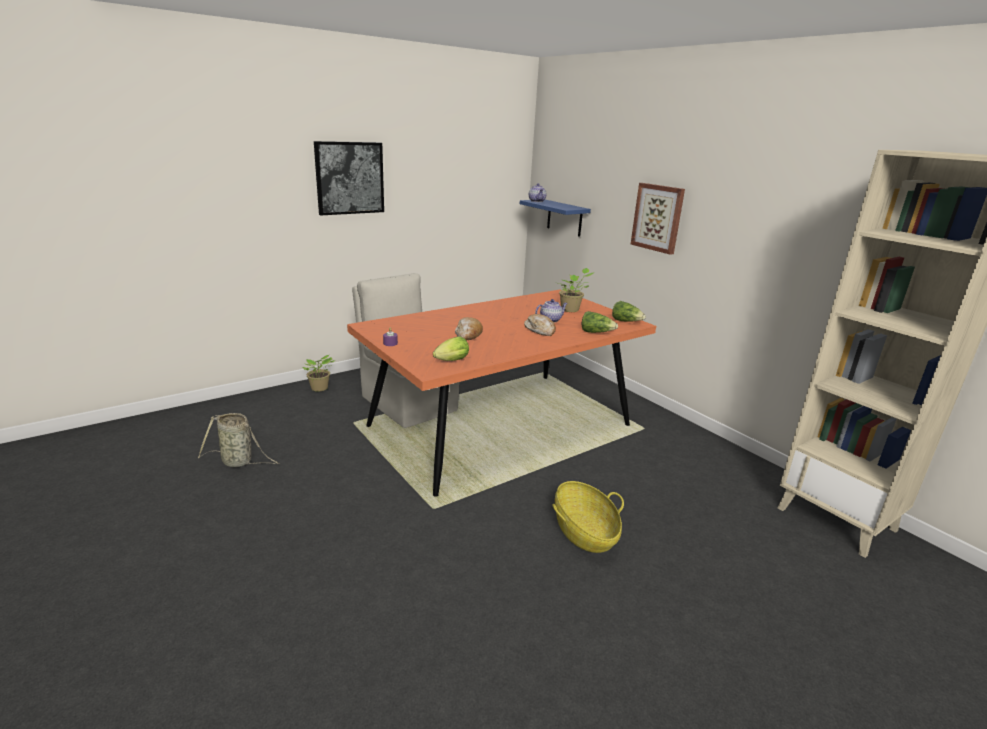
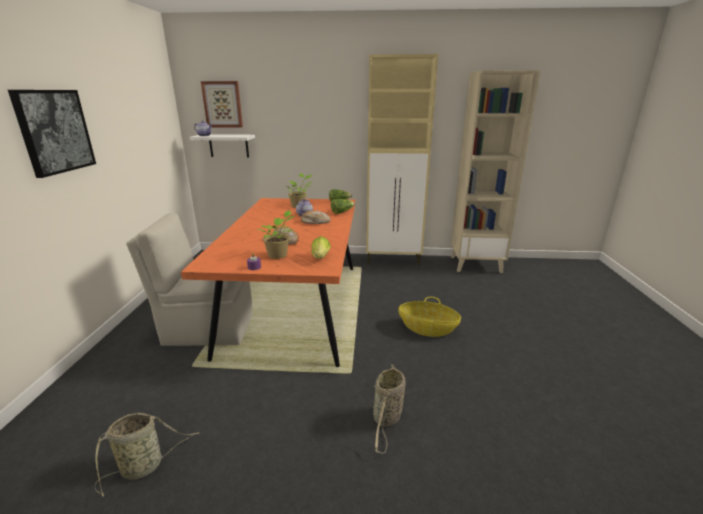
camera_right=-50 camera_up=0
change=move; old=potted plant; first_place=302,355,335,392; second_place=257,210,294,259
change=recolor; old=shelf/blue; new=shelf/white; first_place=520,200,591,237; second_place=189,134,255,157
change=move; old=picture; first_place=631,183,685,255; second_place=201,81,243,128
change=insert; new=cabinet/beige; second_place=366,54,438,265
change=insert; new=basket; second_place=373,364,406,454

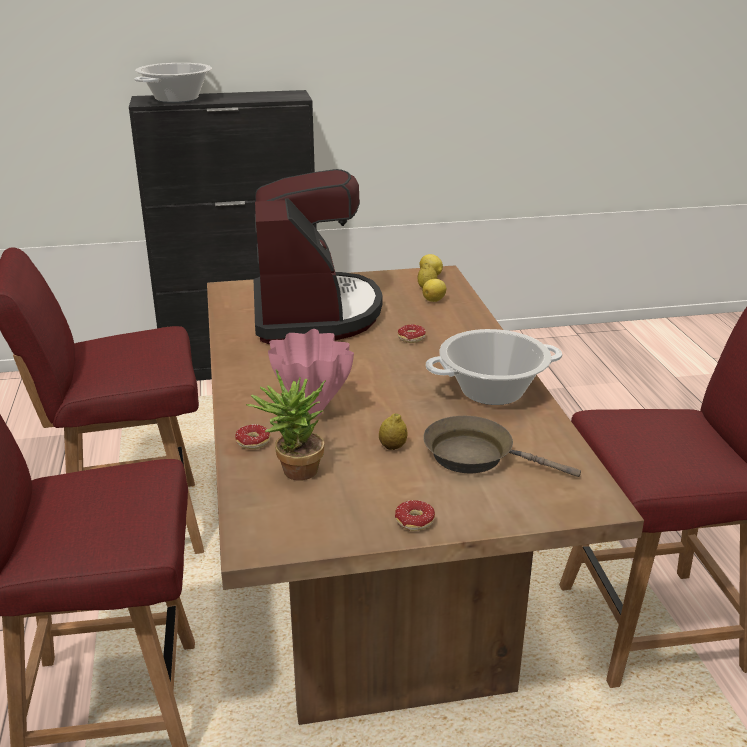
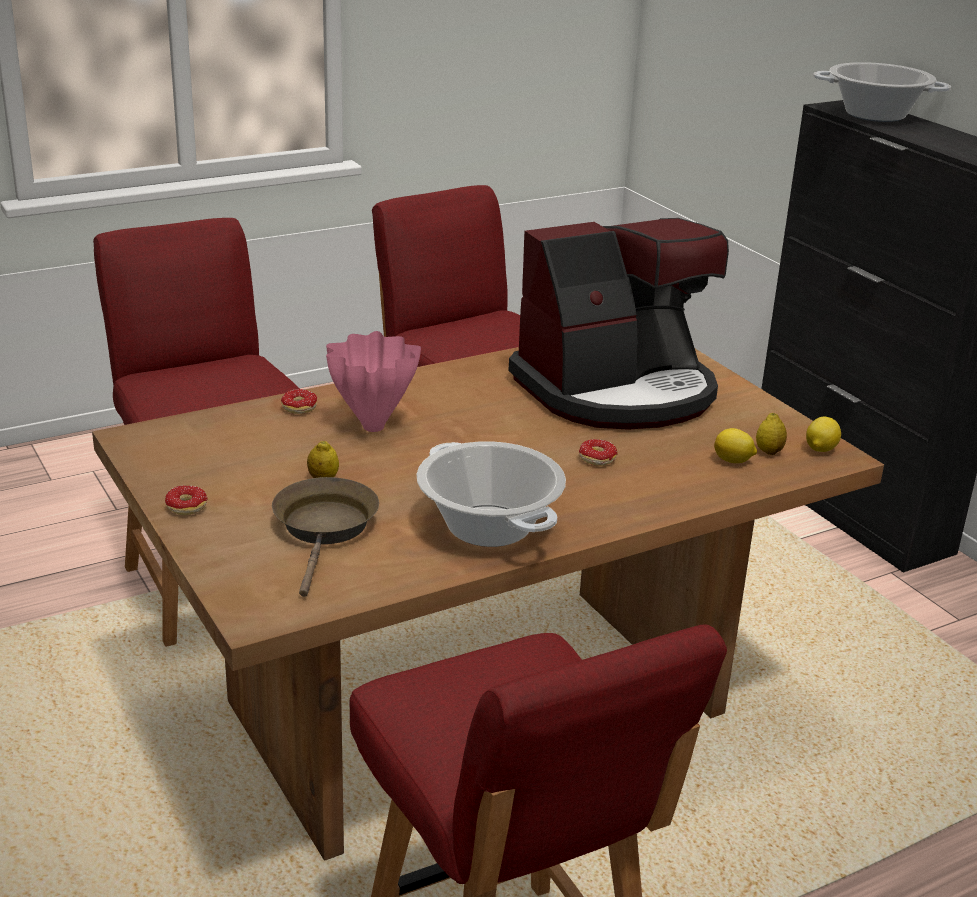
camera_right=70 camera_up=0
change=delete; old=potted plant; first_place=246,369,326,481

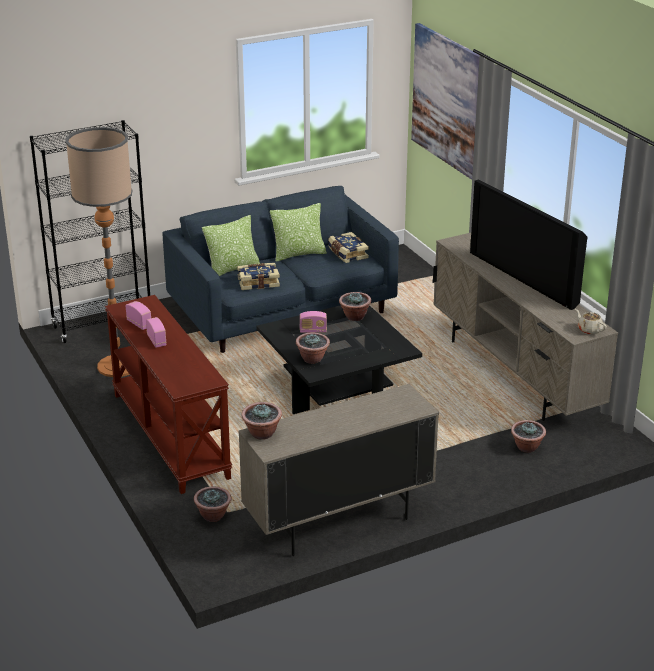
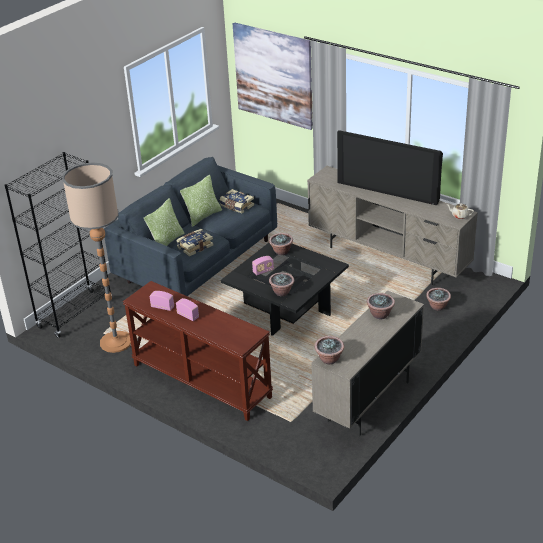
camera_right=-25 camera_up=5
change=move; old=potted plant; first_place=194,486,232,522; second_place=367,293,395,319

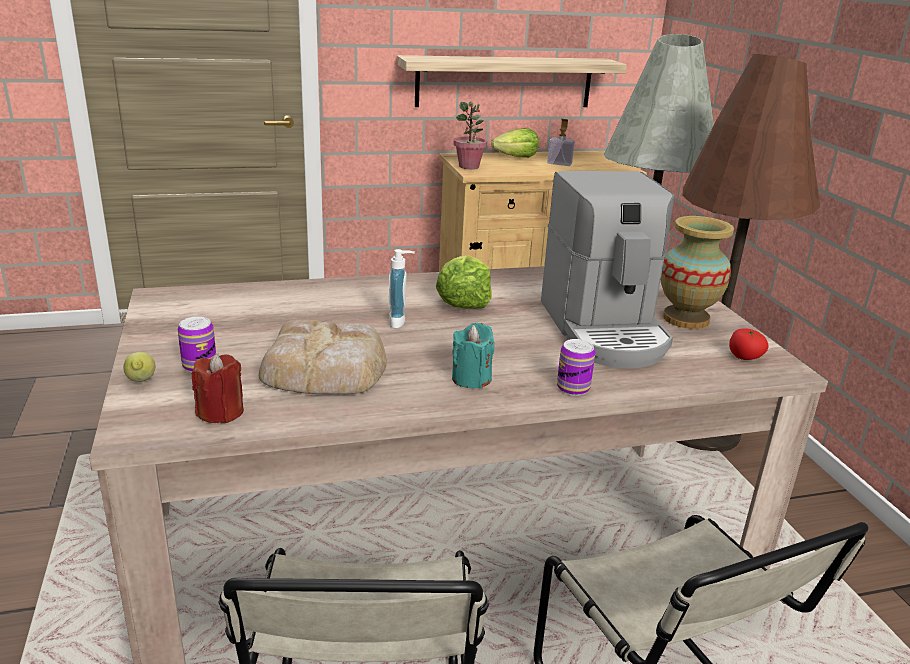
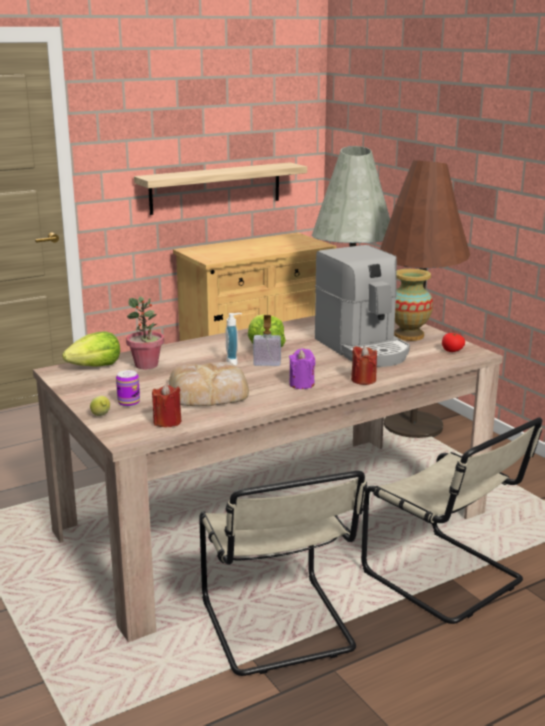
camera_right=-15 camera_up=-5
change=recolor; old=candle/turquoise; new=candle/purple; first_place=452,323,495,388; second_place=289,348,315,389
change=move; old=potted plant; first_place=454,101,487,169; second_place=126,296,164,369
change=move; old=lettuce; first_place=491,128,539,158; second_place=62,332,120,367
change=move; old=soap dispenser; first_place=547,119,575,166; second_place=253,315,281,366
change=replace; old=can; new=candle/red; first_place=557,339,595,396; second_place=351,346,377,385

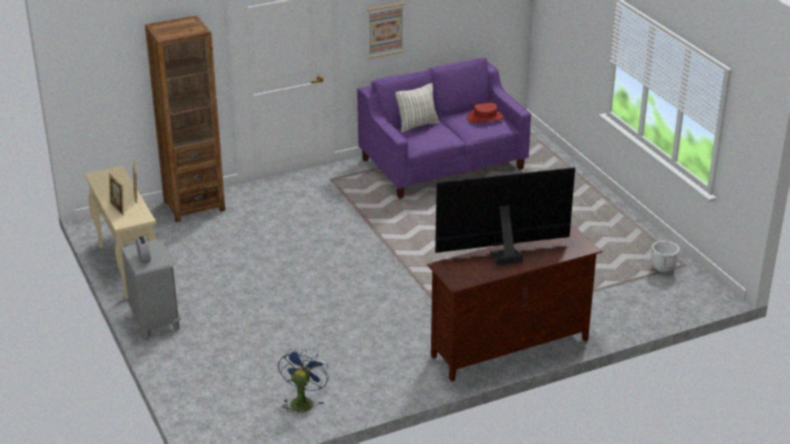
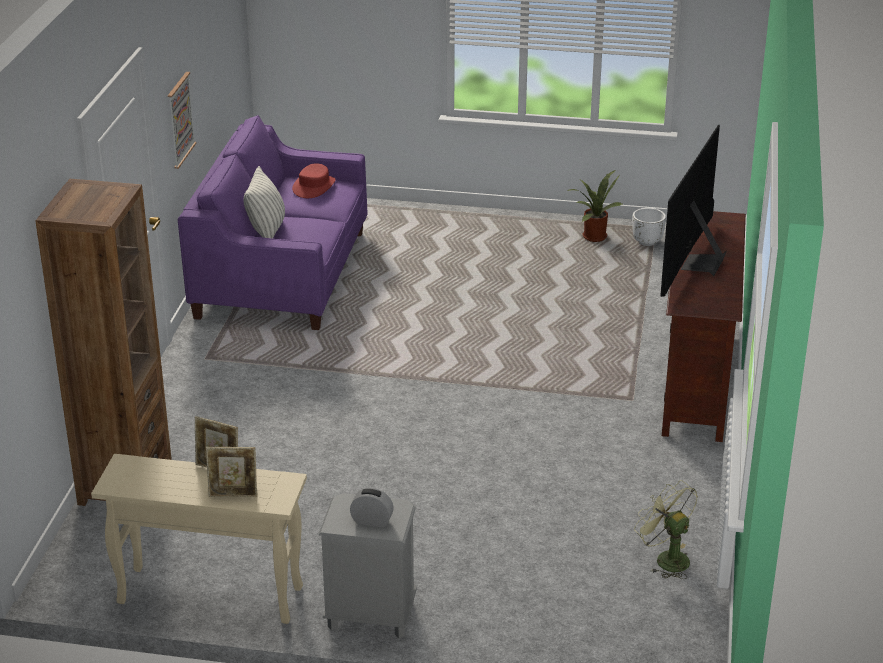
camera_right=-55 camera_up=0
change=recolor; old=fan/blue; new=fan/green; first_place=278,348,330,416; second_place=634,480,698,579
change=insert; new=potted plant; second_place=567,170,623,242

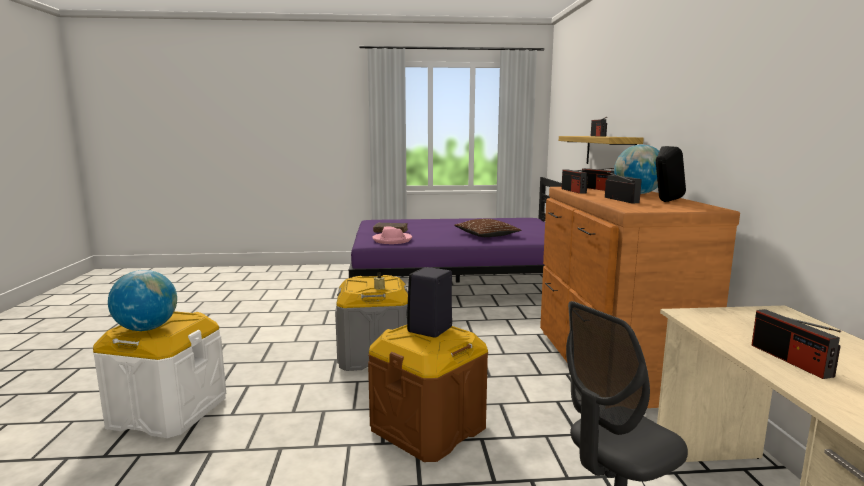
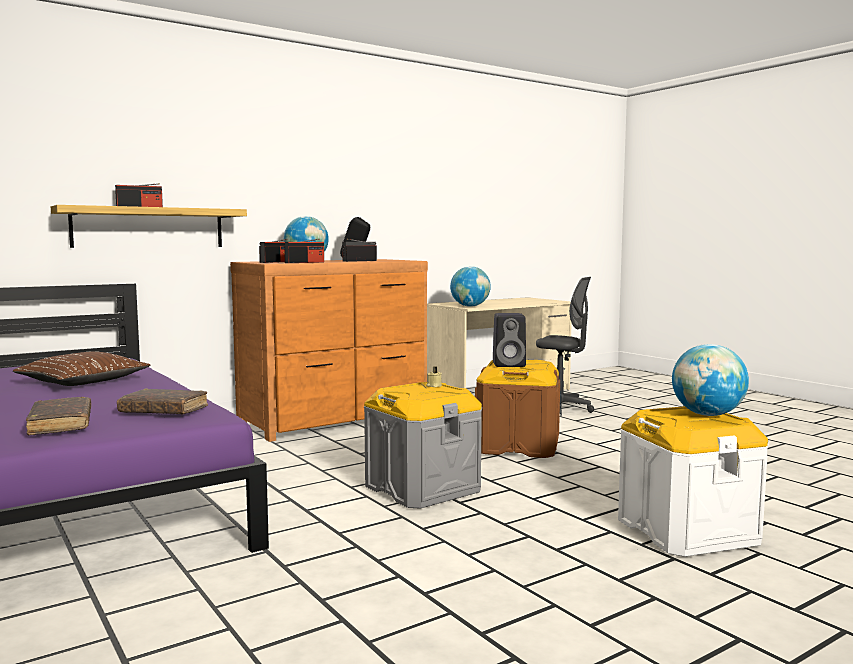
camera_right=-120 camera_up=-5
change=replace; old=hat/pink; new=book/brown; first_place=372,226,412,244; second_place=117,388,208,414
change=delete; old=radio; first_place=751,309,841,379
change=insert; new=globe; second_place=450,266,491,307

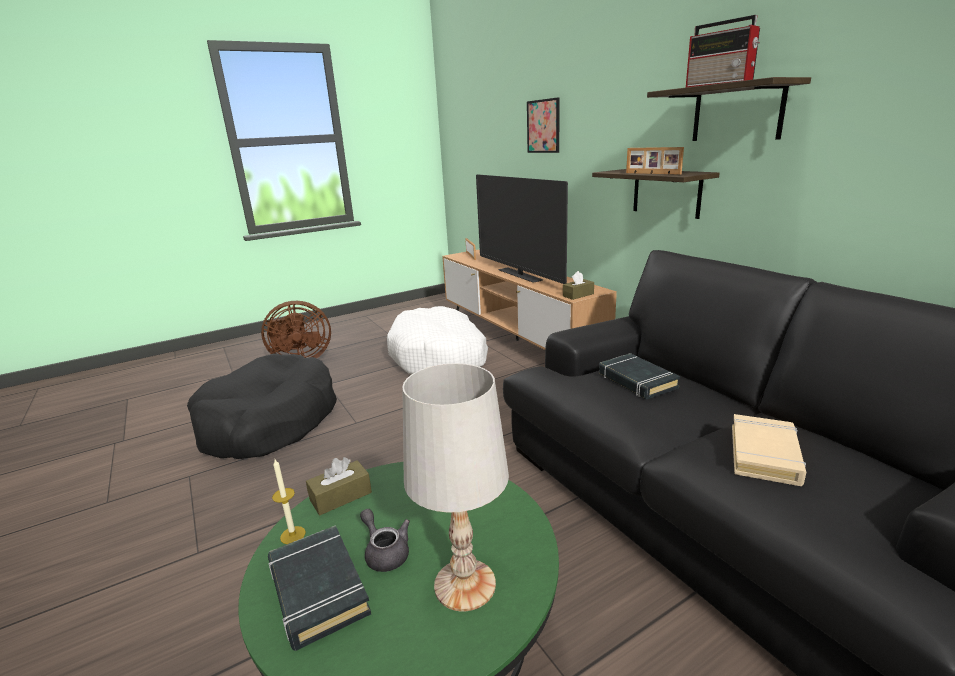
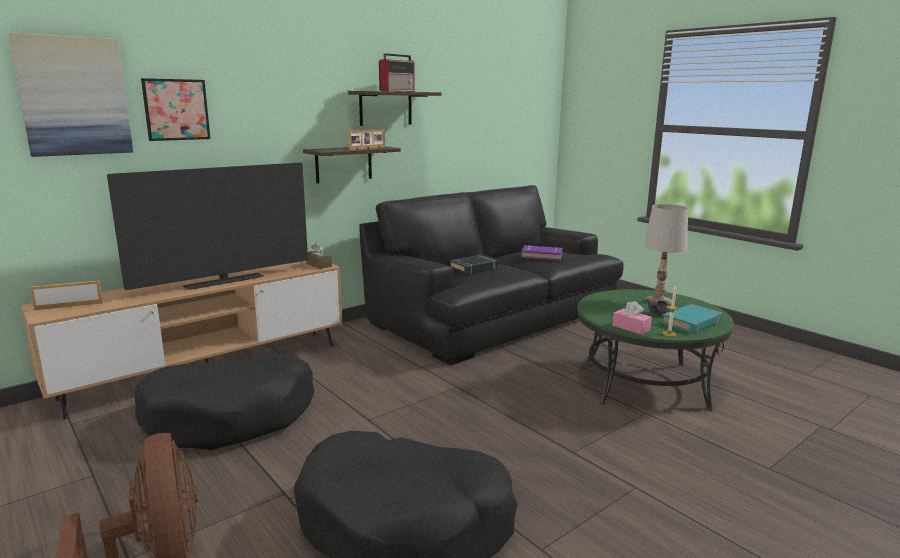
camera_right=-100 camera_up=-5
change=recolor; old=book/black; new=book/turquoise; first_place=268,525,371,651; second_place=662,304,722,333
change=recolor; old=tissue box/brown; new=tissue box/pink; first_place=306,457,372,515; second_place=612,301,652,335
change=recolor; old=dog bed/white; new=dog bed/black; first_place=387,306,488,374; second_place=135,353,314,450
change=recolor; old=book/beige; new=book/purple; first_place=732,414,806,486; second_place=521,245,563,261
change=insert; new=picture; second_place=8,32,133,157

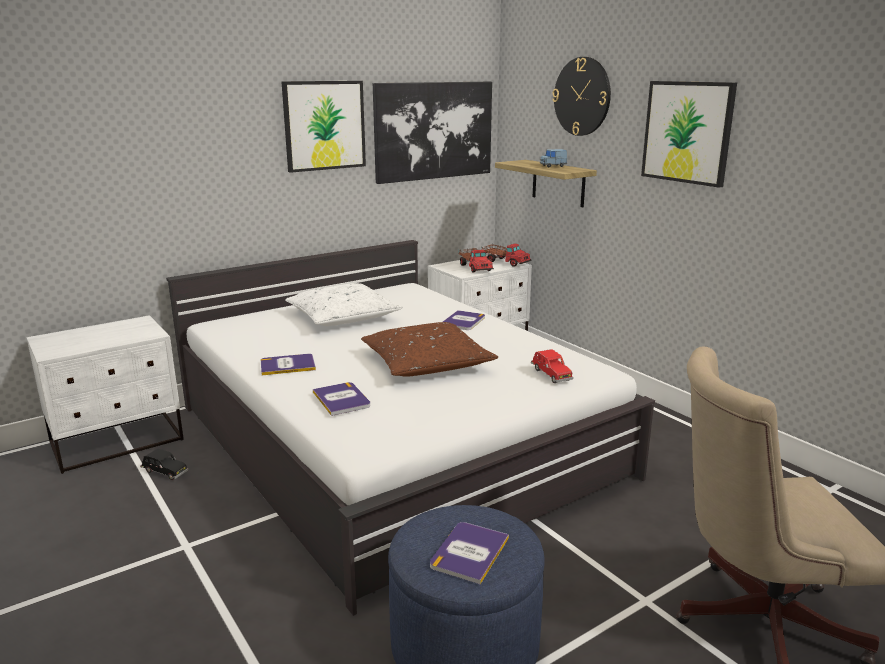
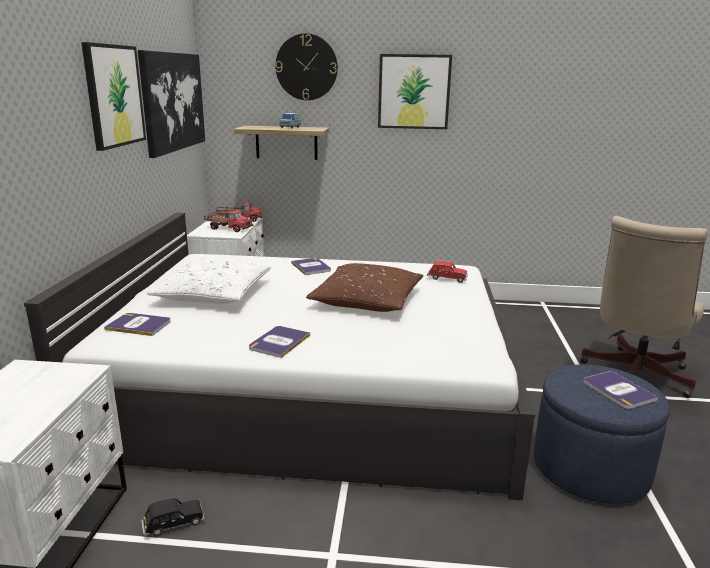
camera_right=-50 camera_up=0
change=move; old=book; first_place=313,382,370,416; second_place=104,313,171,336

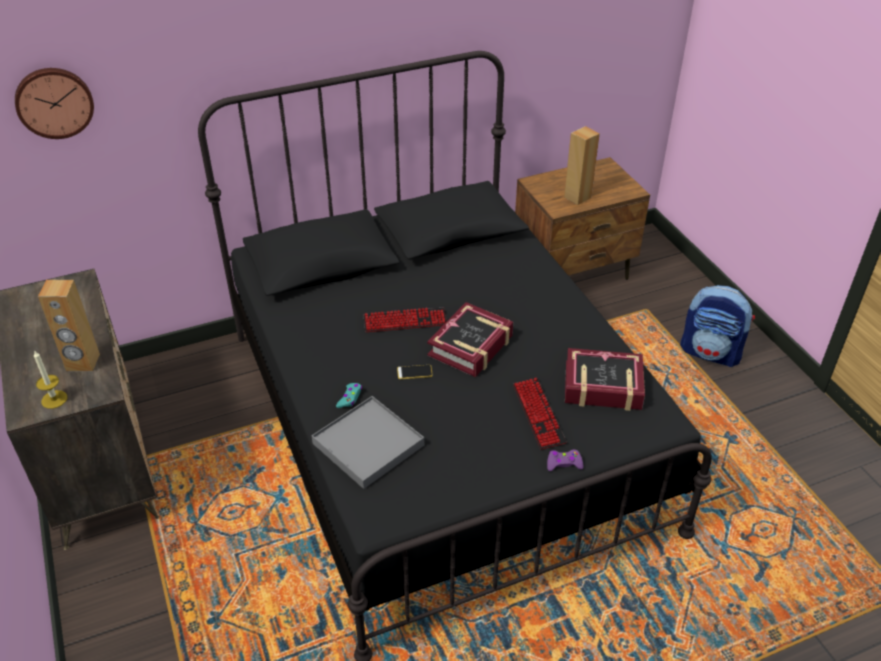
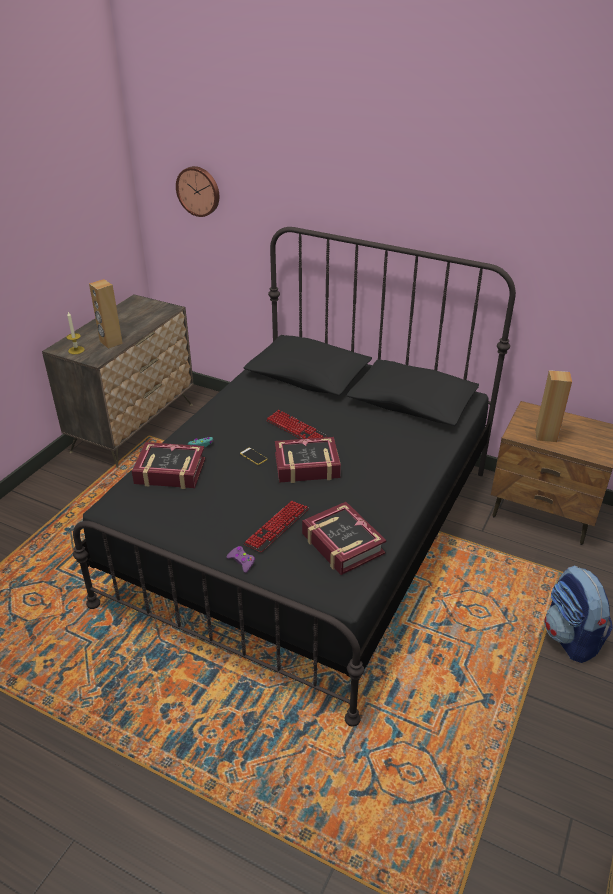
camera_right=50 camera_up=-5
change=replace; old=tray/grey; new=book; first_place=312,396,424,489; second_place=132,442,205,489

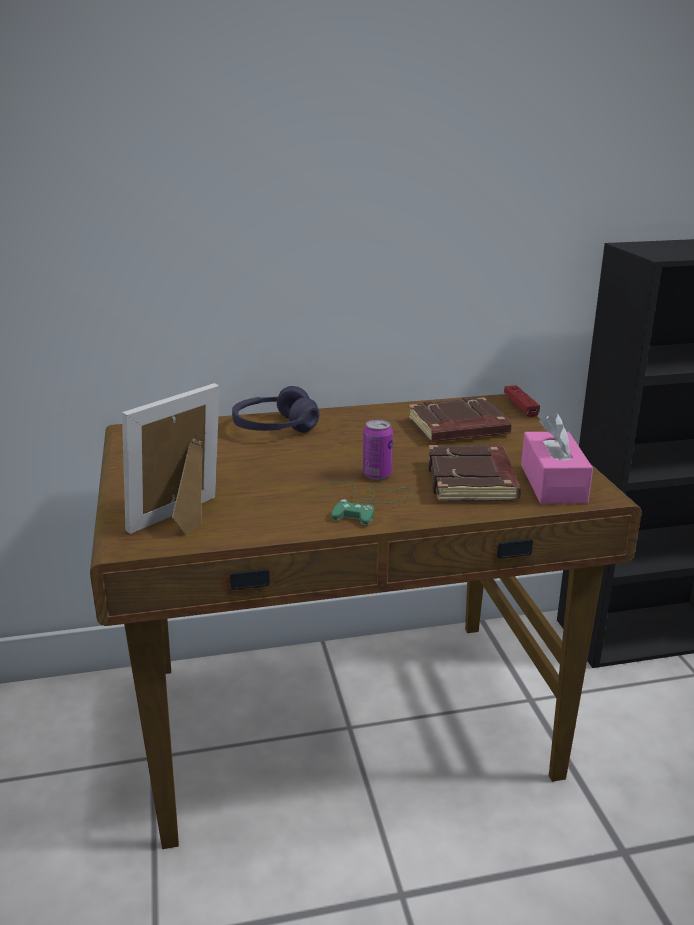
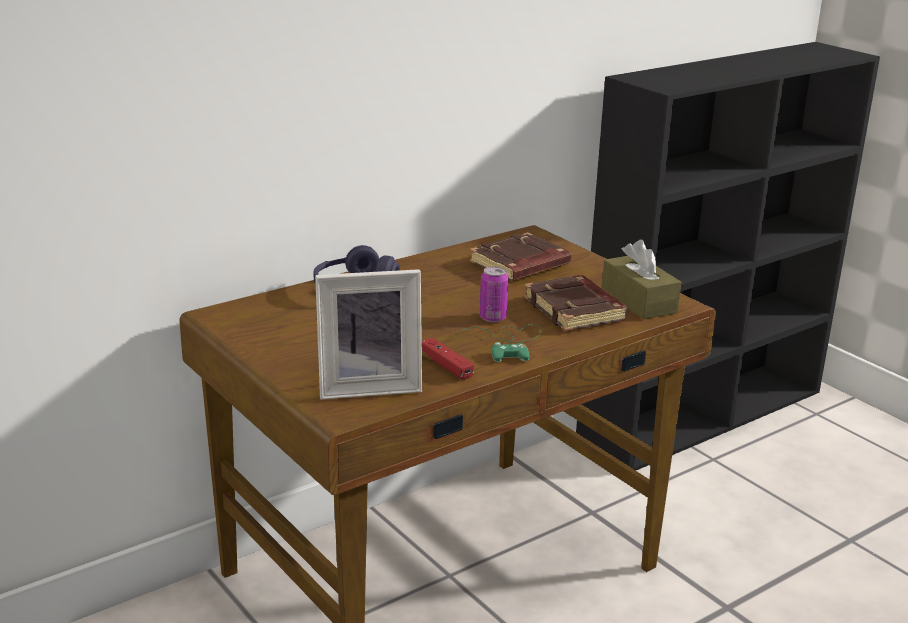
camera_right=-25 camera_up=0
change=rotate; old=picture frame; first_place=122,383,219,535; second_place=315,269,422,400; degrees=-120
change=move; old=game controller/red; first_place=504,385,540,417; second_place=422,338,474,380
change=recolor; old=tissue box/pink; new=tissue box/brown; first_place=521,413,593,504; second_place=602,240,681,320

